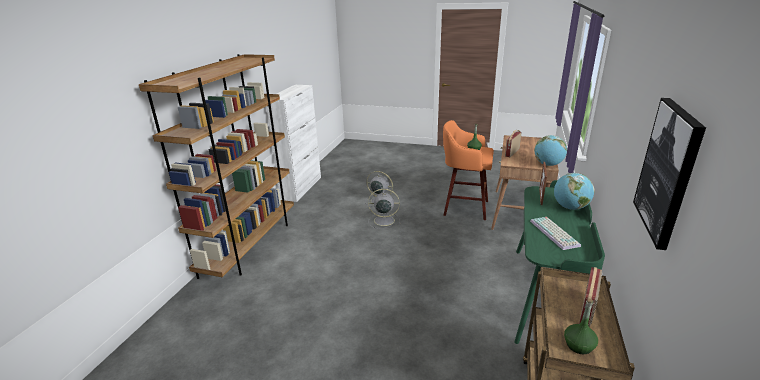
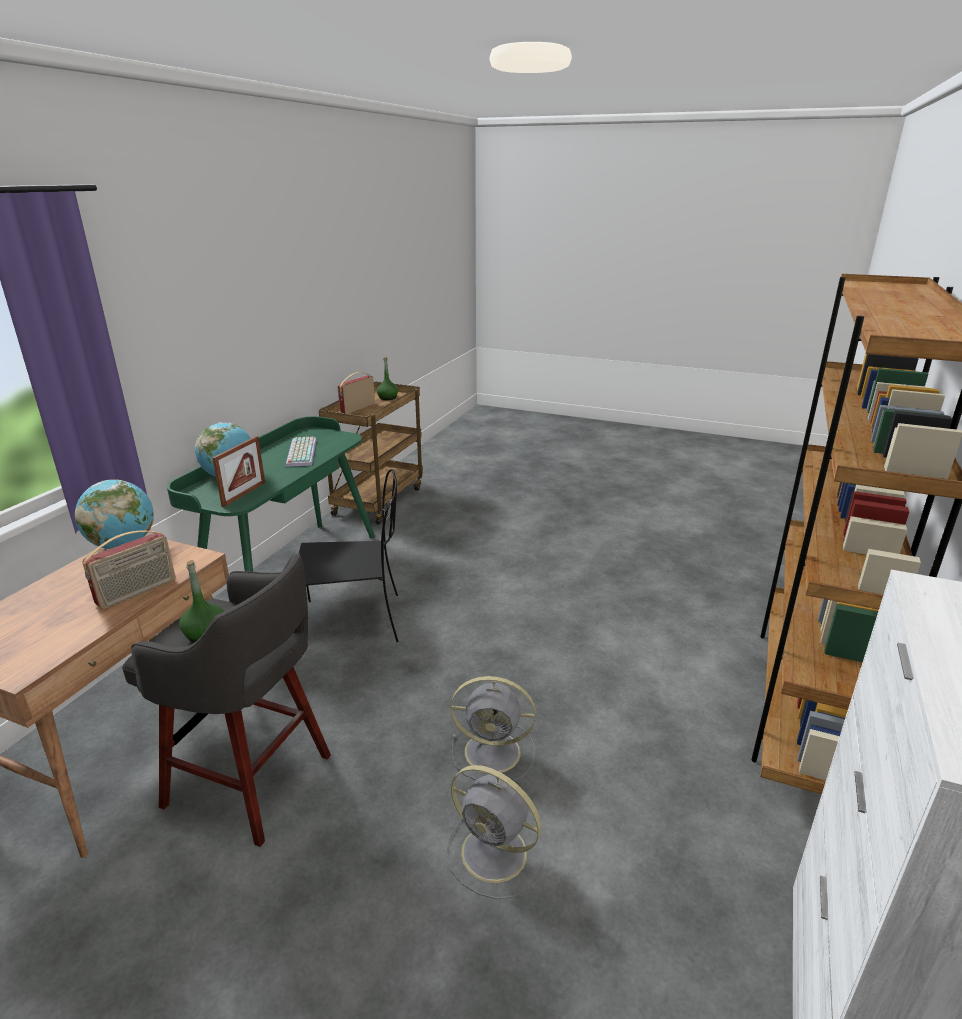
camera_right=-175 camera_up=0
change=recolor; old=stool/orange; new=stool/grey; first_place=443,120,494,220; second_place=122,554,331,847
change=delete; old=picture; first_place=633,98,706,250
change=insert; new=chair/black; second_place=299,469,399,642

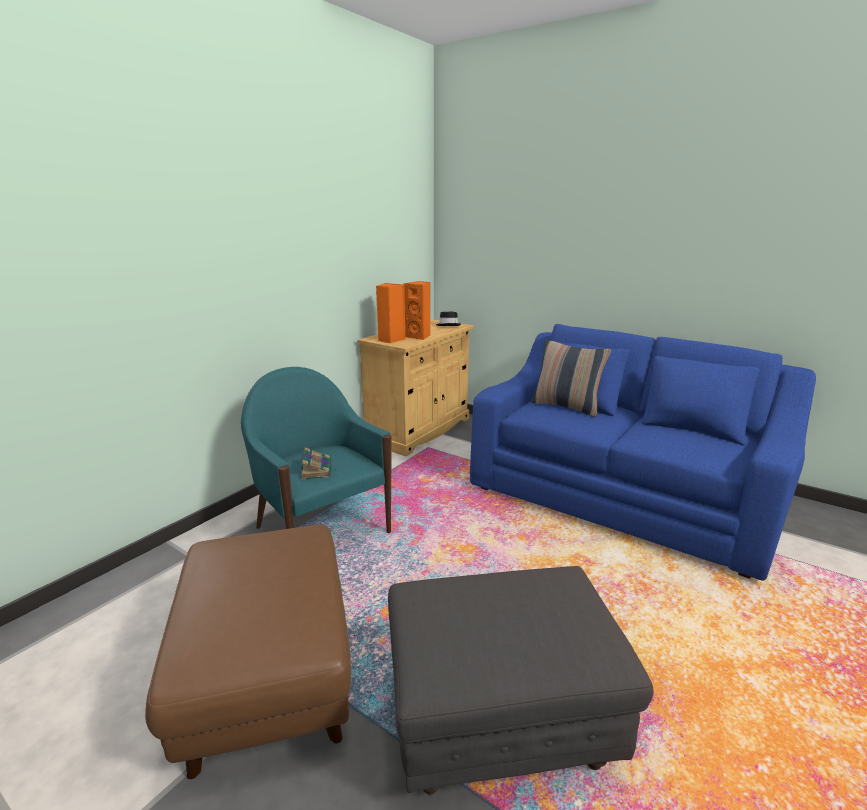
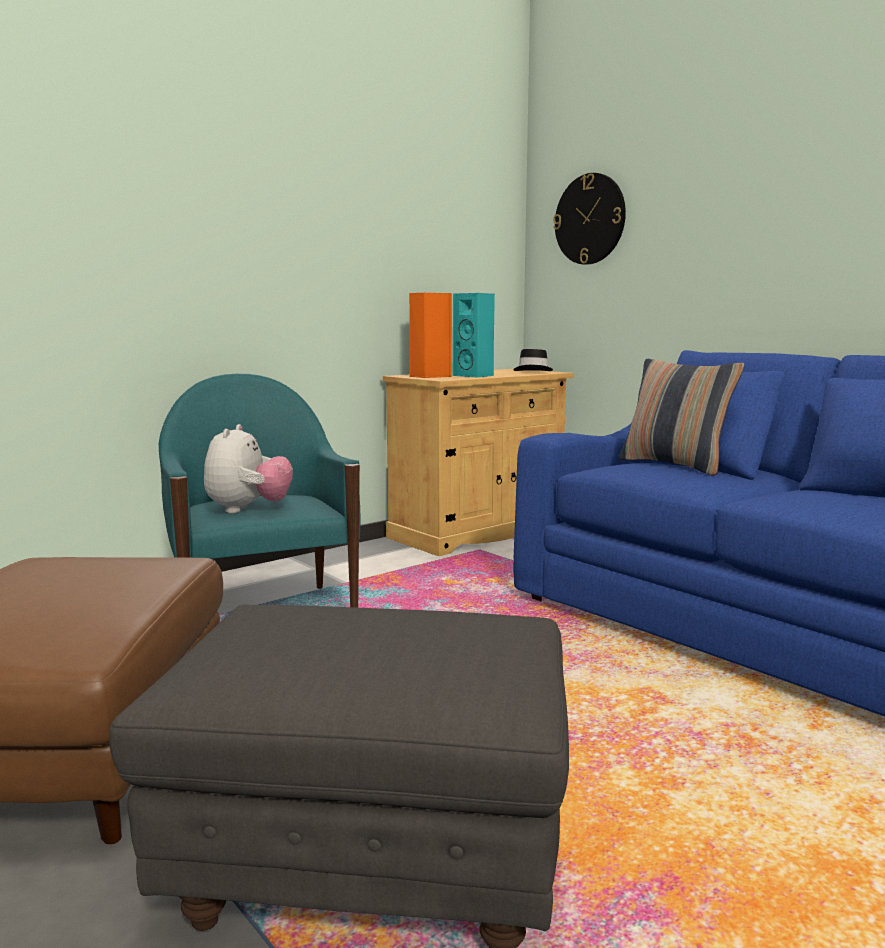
camera_right=15 camera_up=-10
change=replace; old=book; new=plush toy; first_place=301,447,331,480; second_place=204,424,293,513
change=recolor; old=speaker/orange; new=speaker/turquoise; first_place=404,281,430,340; second_place=453,293,495,378
change=insert; new=wall clock; second_place=553,173,626,265

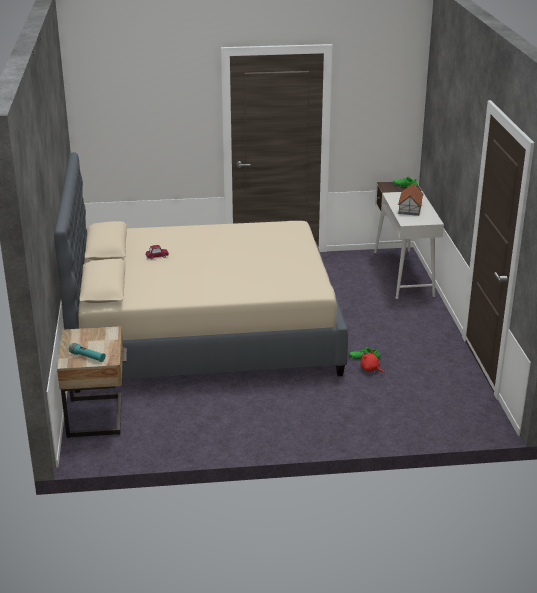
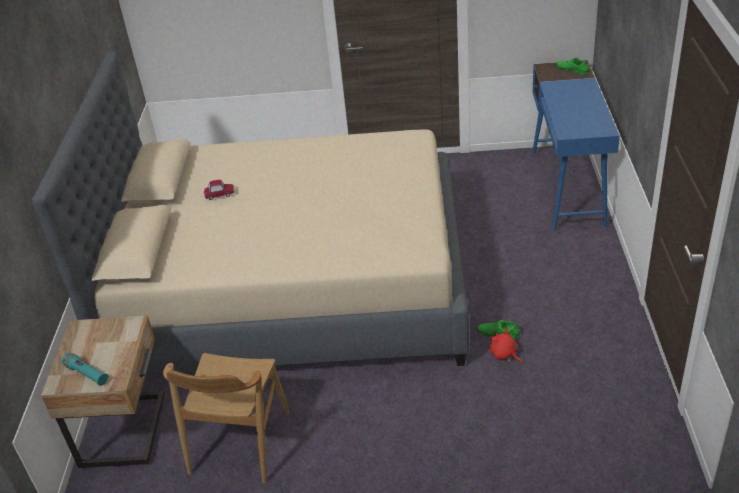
camera_right=10 camera_up=10
change=recolor; old=desk/white; new=desk/blue; first_place=374,181,444,299; second_place=532,60,620,230
change=delete; old=toy house; first_place=398,183,423,216
change=insert; new=chair/brown; second_place=163,353,290,483

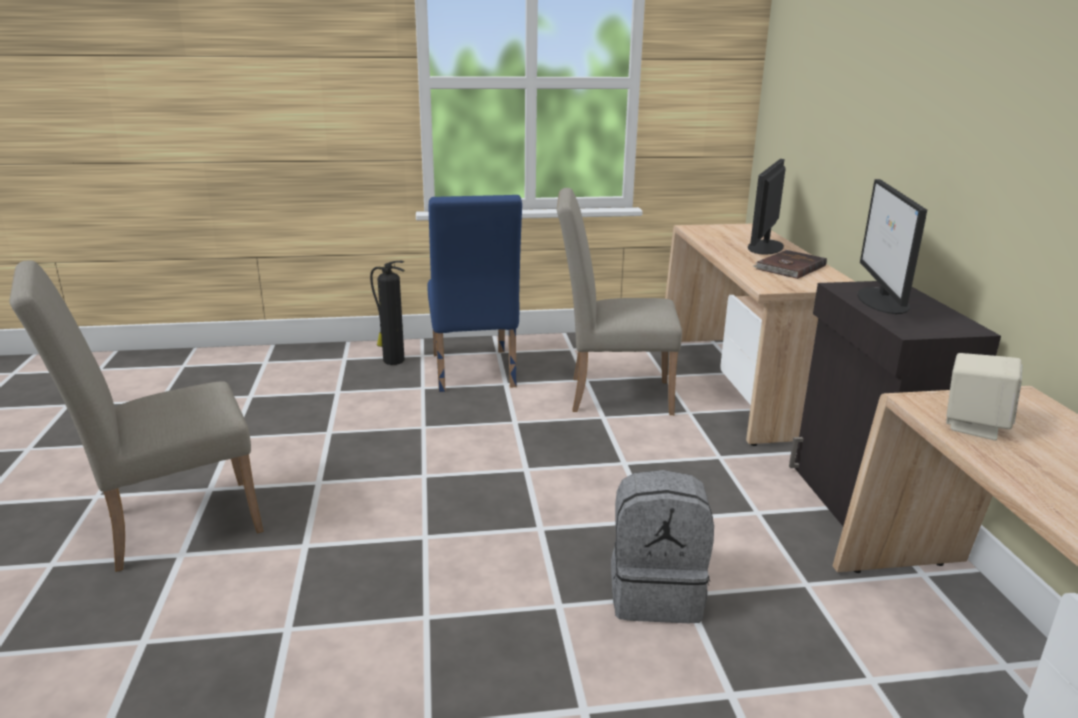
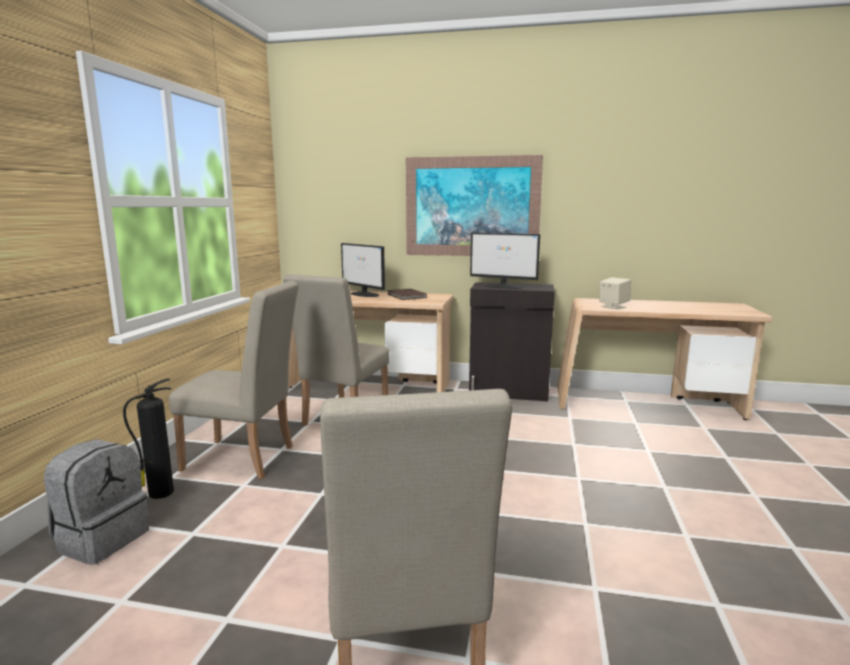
camera_right=-70 camera_up=-10
change=recolor; old=chair/blue; new=chair/beige; first_place=428,195,522,392; second_place=169,281,299,479
change=move; old=backpack/grey; first_place=611,470,714,623; second_place=44,439,149,565
change=insert; new=picture; second_place=406,155,543,256

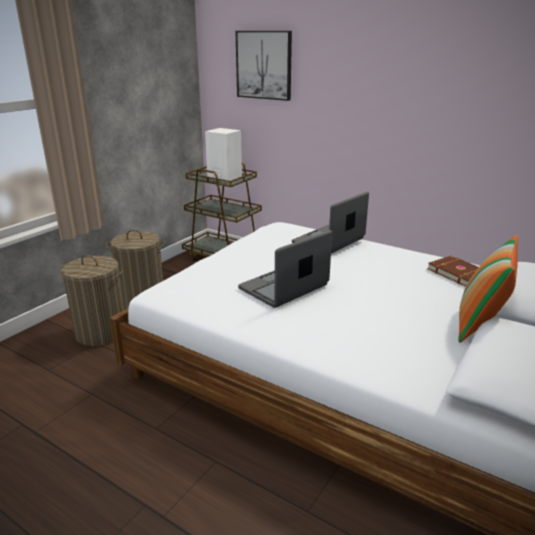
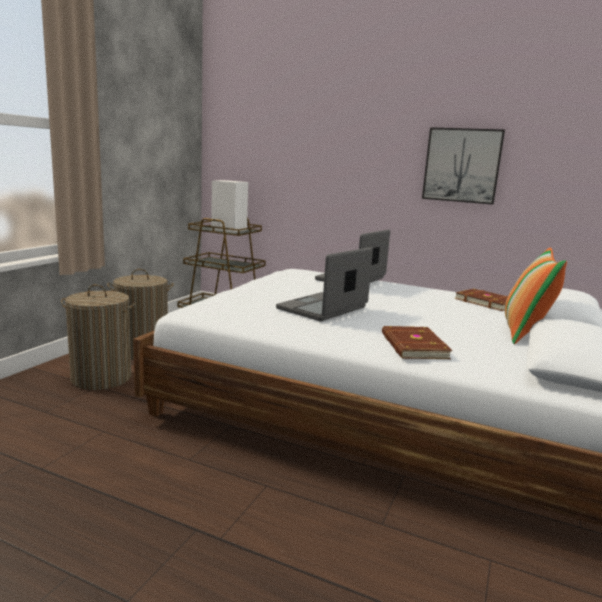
camera_right=-10 camera_up=-10
change=move; old=picture; first_place=236,31,292,101; second_place=422,127,505,204
change=insert; new=book/brown; second_place=382,326,453,359

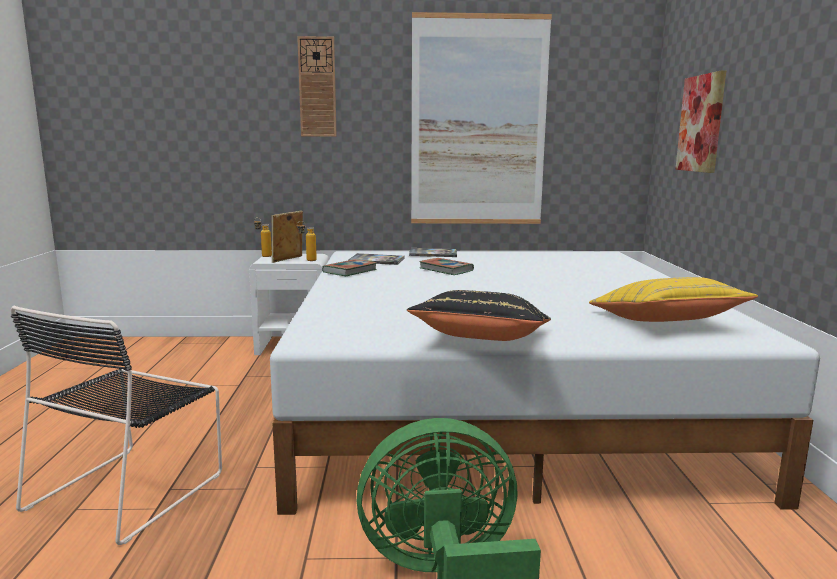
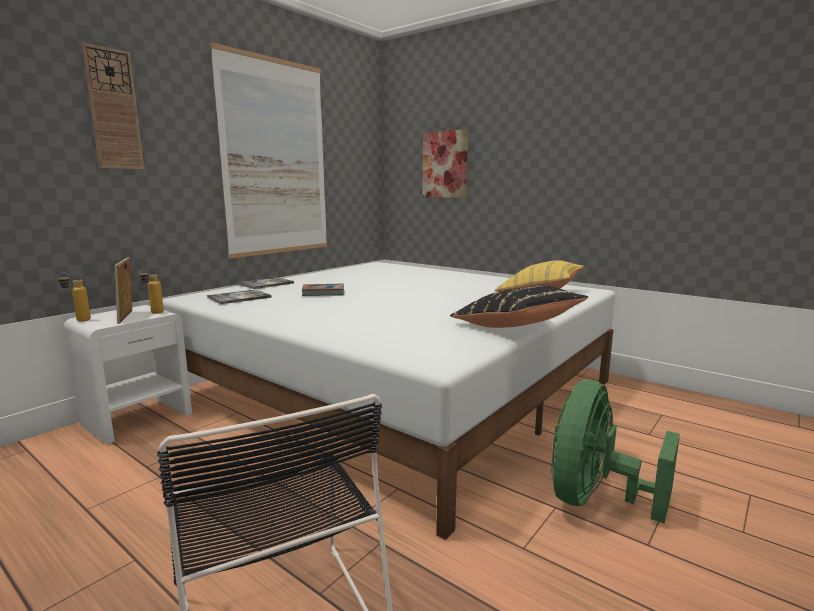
camera_right=-50 camera_up=0
change=delete; old=book; first_place=322,259,377,276

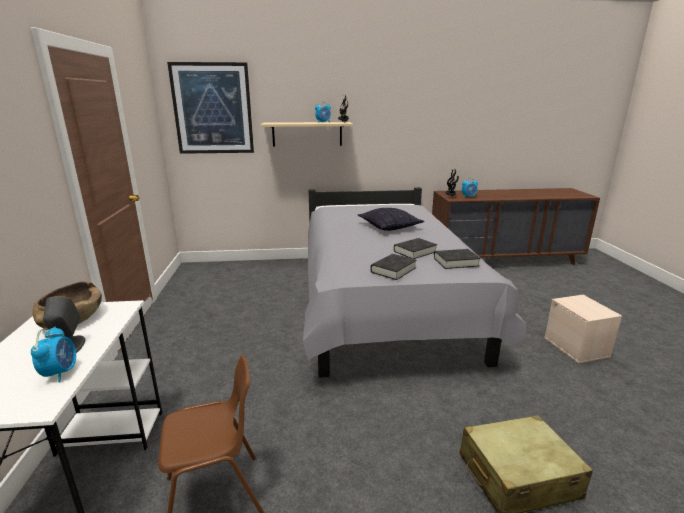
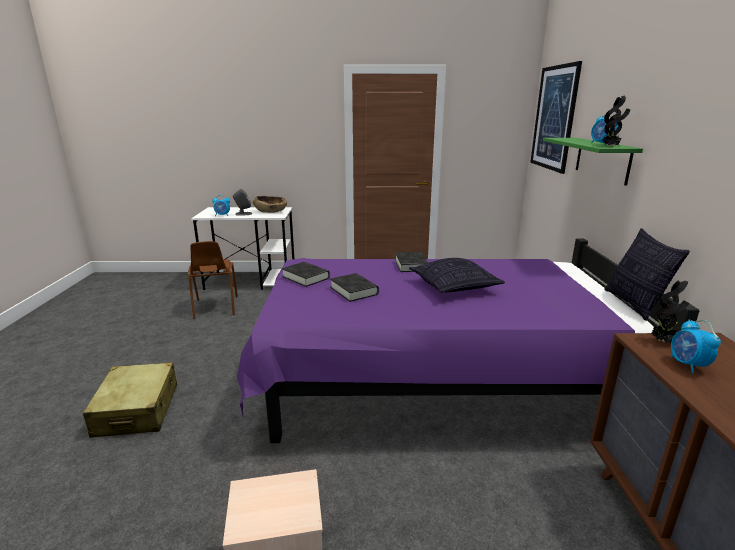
camera_right=95 camera_up=0
change=recolor; old=shelf/beige; new=shelf/green; first_place=261,122,353,146; second_place=543,138,643,186
change=recolor; old=bed/grey; new=bed/purple; first_place=303,187,526,377; second_place=237,238,699,443
change=move; old=book/black; first_place=434,249,481,269; second_place=395,252,428,272
change=insert; new=pillow; second_place=604,228,690,321

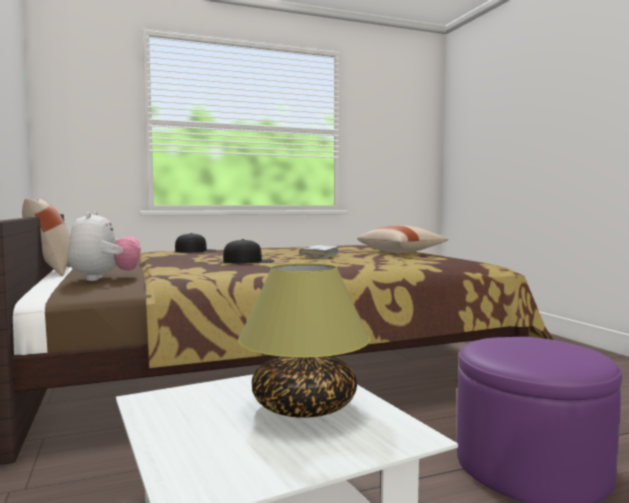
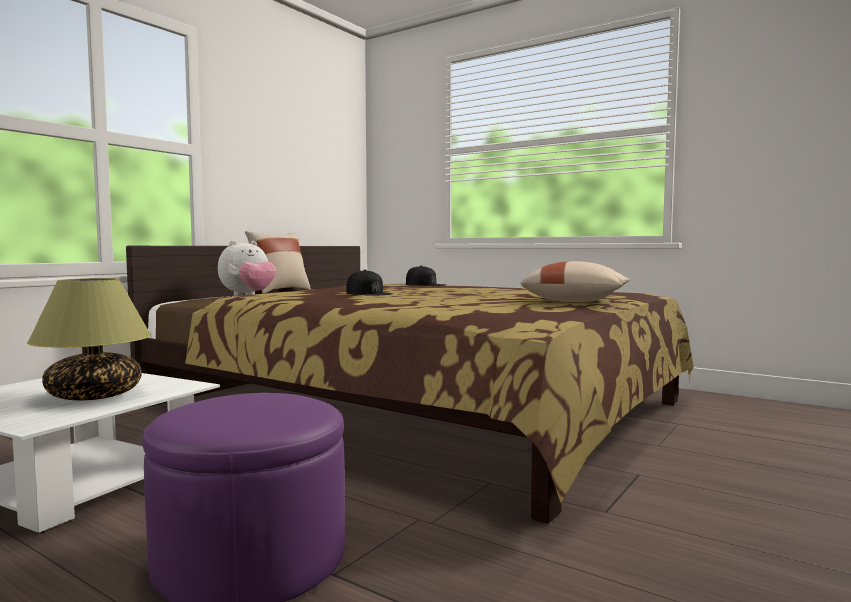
camera_right=55 camera_up=0
change=delete; old=book/white; first_place=299,245,339,258

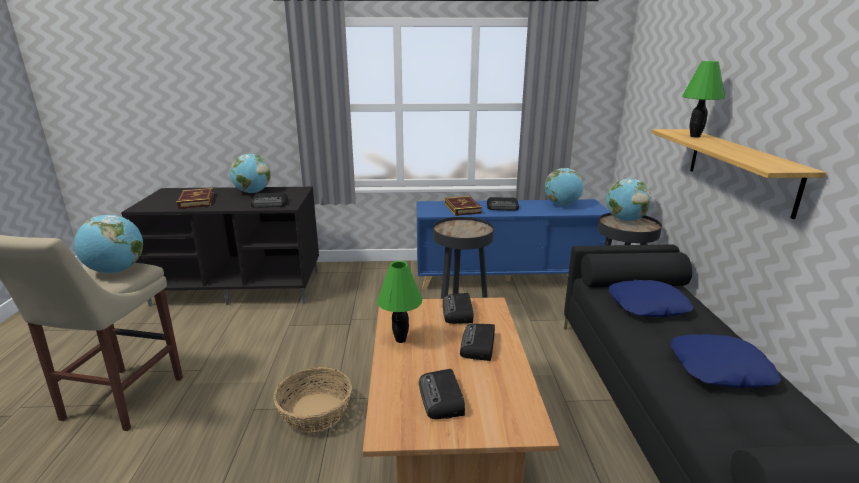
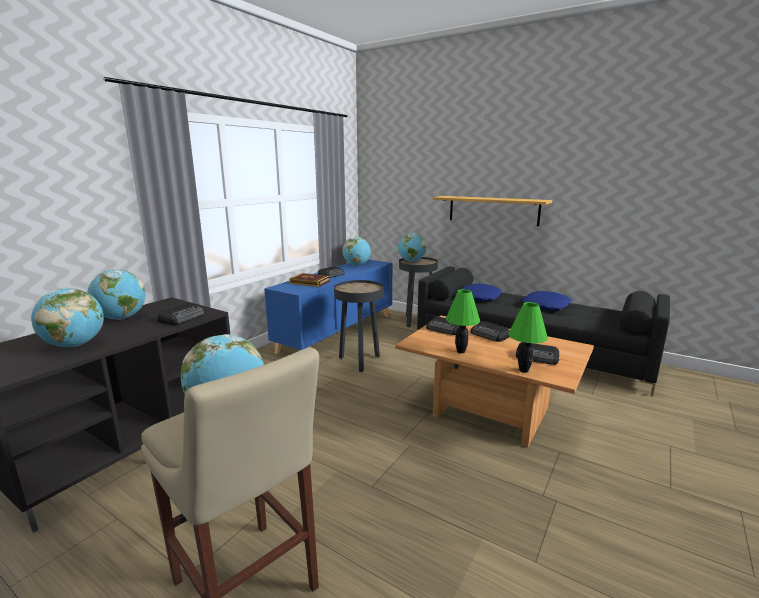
camera_right=-55 camera_up=-5
change=replace; old=book; new=globe; first_place=177,188,214,209; second_place=31,288,104,347
change=delete; old=basket; first_place=274,367,352,432
change=move; old=table lamp/green; first_place=682,61,725,138; second_place=508,302,548,373

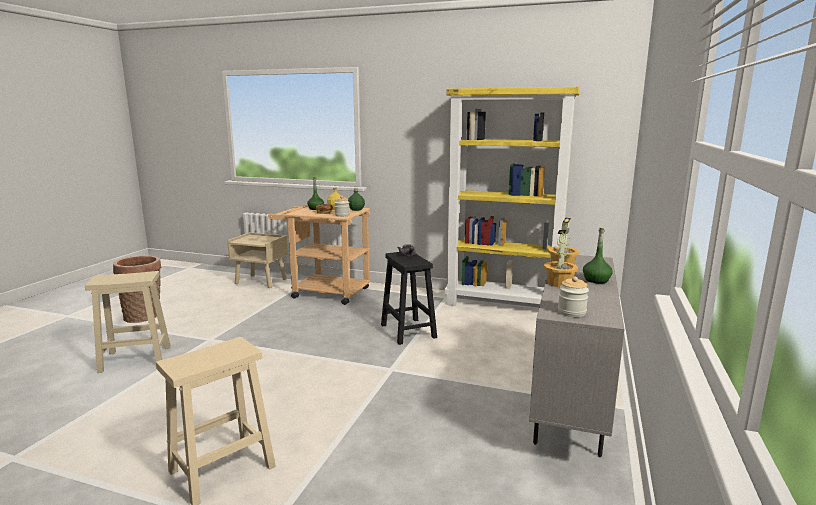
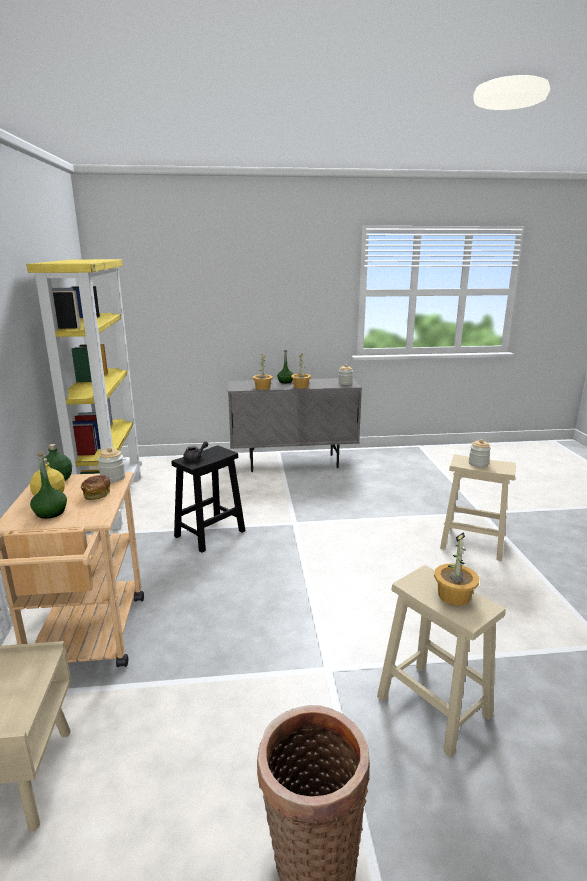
camera_right=-115 camera_up=5
change=insert; new=potted plant; second_place=434,532,479,606
change=insert; new=jar; second_place=469,439,491,467

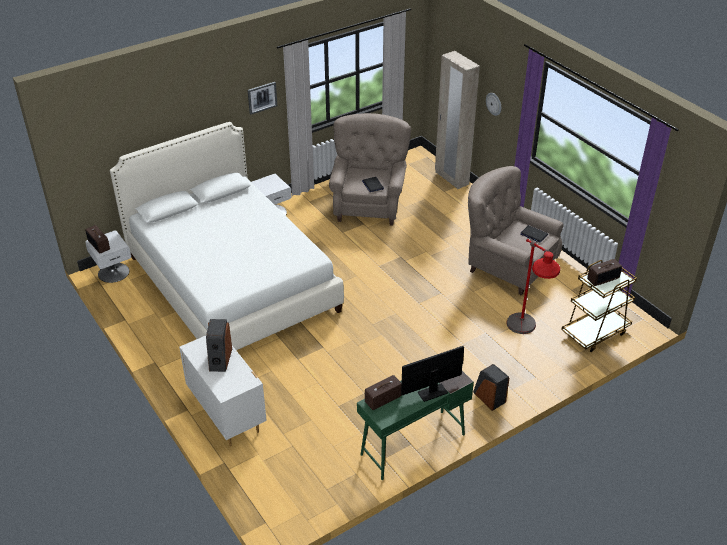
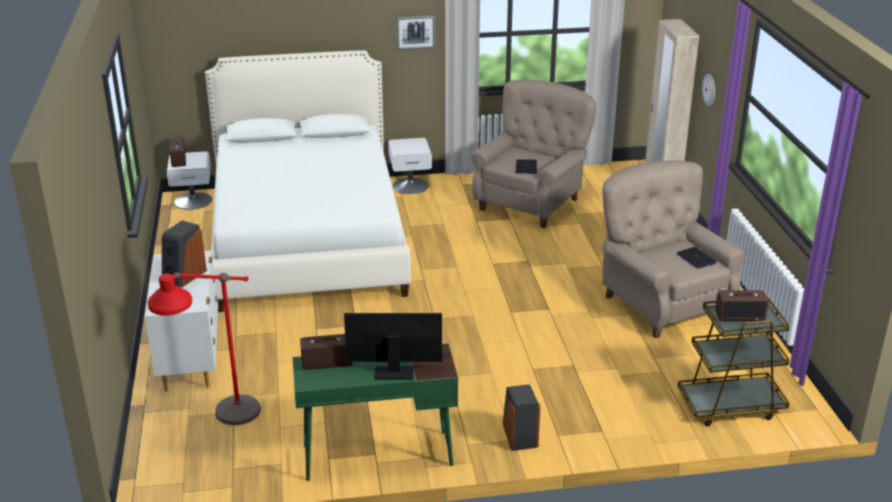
camera_right=25 camera_up=-10
change=move; old=floor lamp/red; first_place=506,239,560,334; second_place=148,272,261,425

